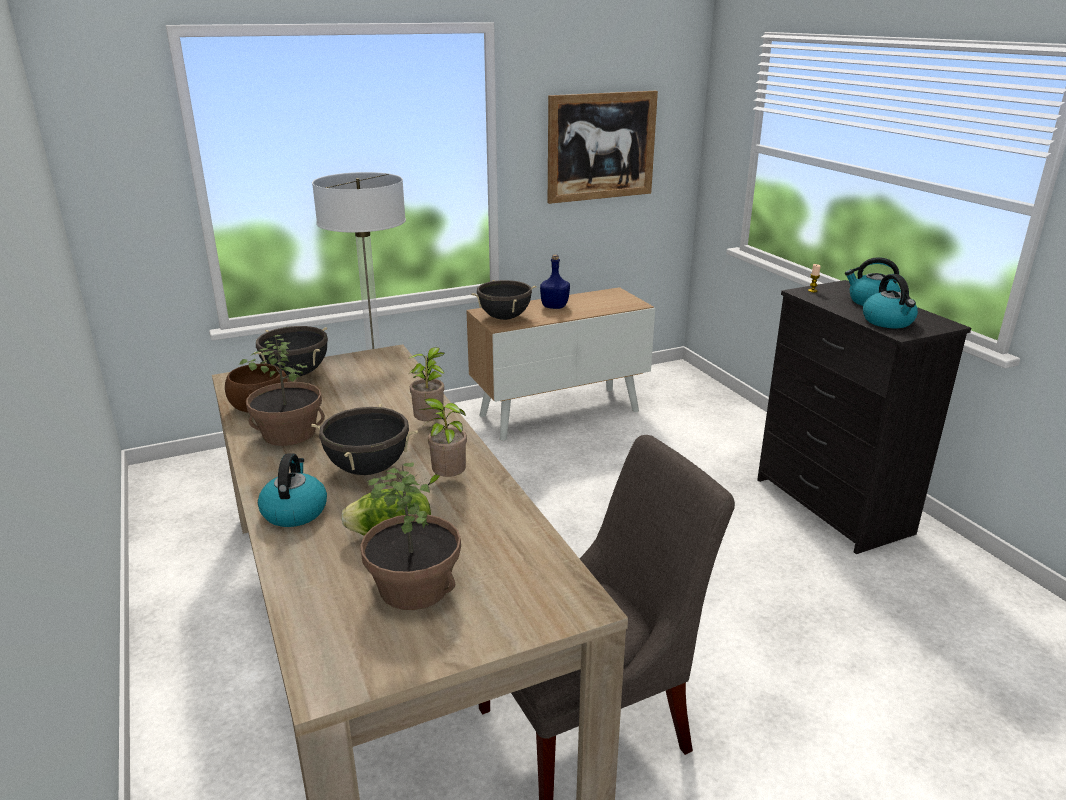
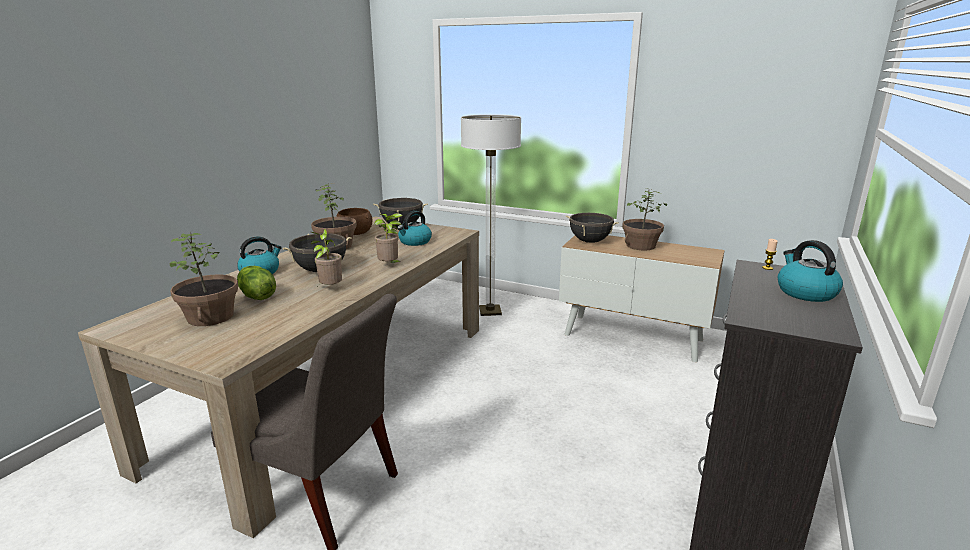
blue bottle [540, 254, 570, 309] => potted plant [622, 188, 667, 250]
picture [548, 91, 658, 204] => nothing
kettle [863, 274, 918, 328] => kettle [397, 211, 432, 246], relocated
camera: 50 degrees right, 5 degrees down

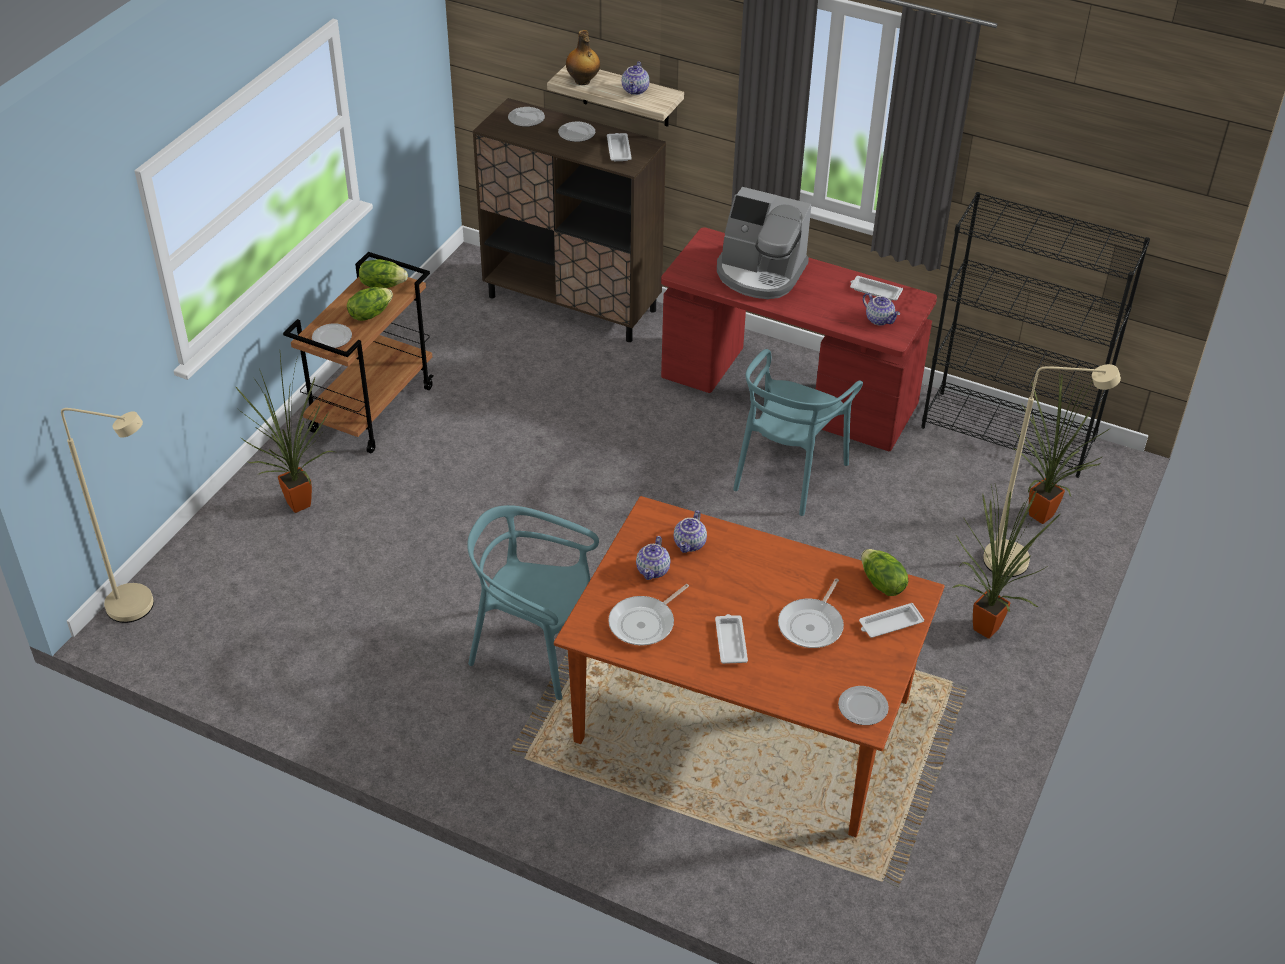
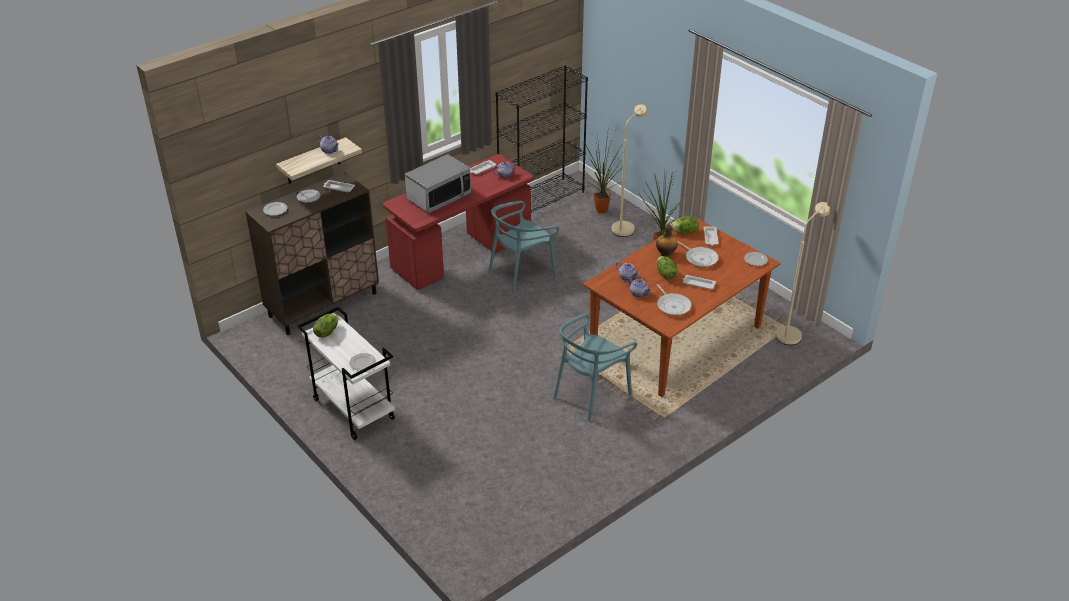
beige floor lamp [61, 408, 154, 623] => beige floor lamp [775, 202, 830, 345], relocated
potted plant [235, 354, 334, 513] => nothing
brown cart [283, 252, 434, 453] => white cart [297, 307, 395, 440]
lettuce [347, 287, 393, 321] => lettuce [657, 256, 677, 279], relocated
bottle [566, 30, 600, 85] => bottle [656, 224, 677, 257], relocated
coffee machine [717, 187, 811, 299] => microwave [405, 154, 471, 213]
turquoise chair [733, 349, 863, 516] => turquoise chair [488, 201, 559, 293], 90 degrees clockwise
camera: 65 degrees left, 5 degrees down

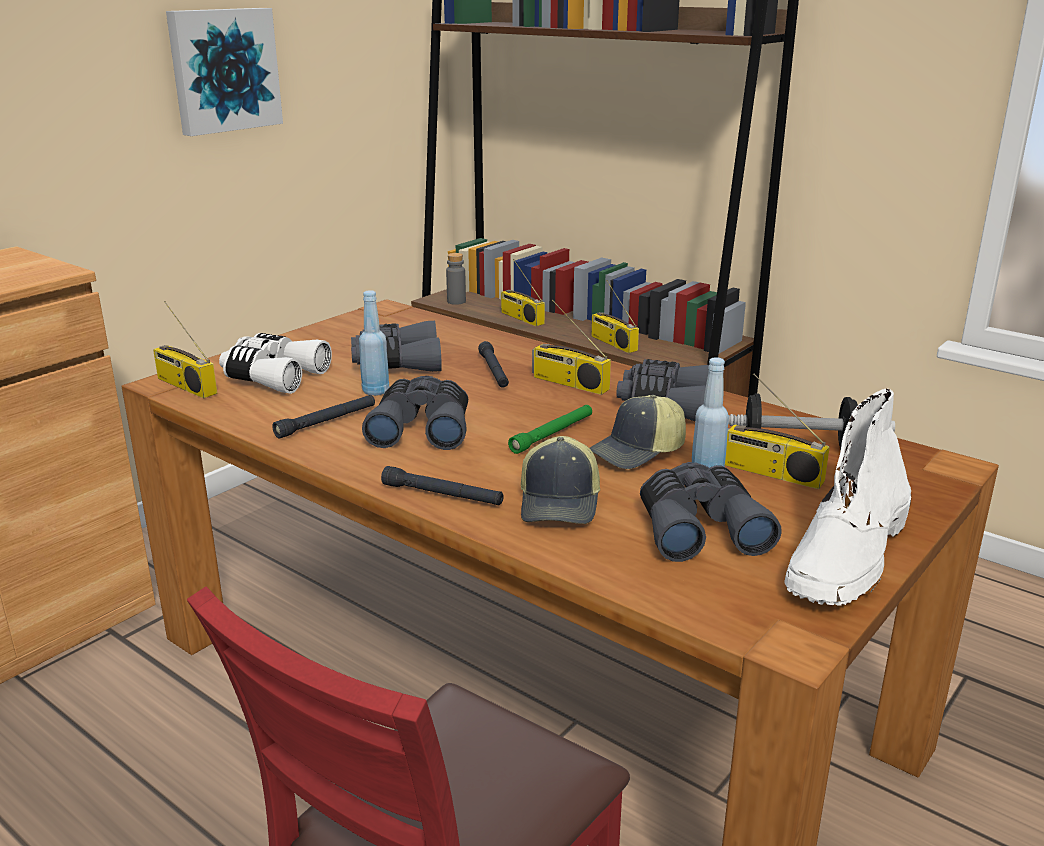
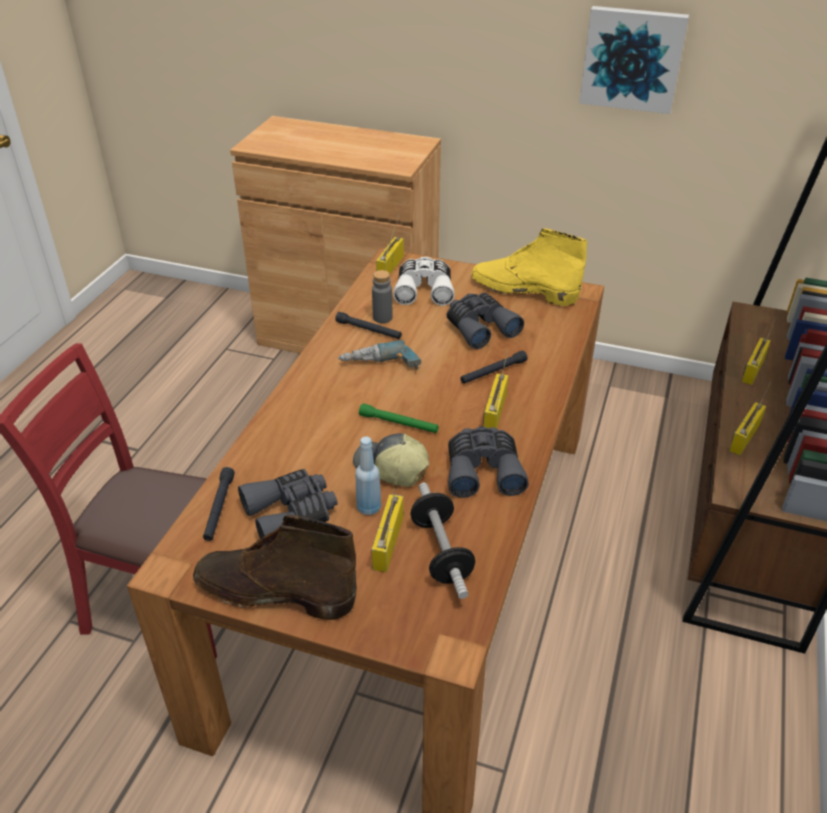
blue bottle [359, 290, 389, 396] => nothing
grey binoculars [362, 376, 468, 450] => power drill [338, 340, 421, 369]
black flashlight [381, 466, 504, 505] => black flashlight [203, 467, 235, 541], relocated
grey bottle [446, 253, 466, 305] => grey bottle [372, 270, 392, 323], relocated
cap [521, 436, 600, 524] => nothing
white boot [784, 389, 911, 605] => brown boot [193, 515, 357, 620]
nothing => yellow boot [471, 228, 587, 306]
camera: 70 degrees right, 15 degrees up

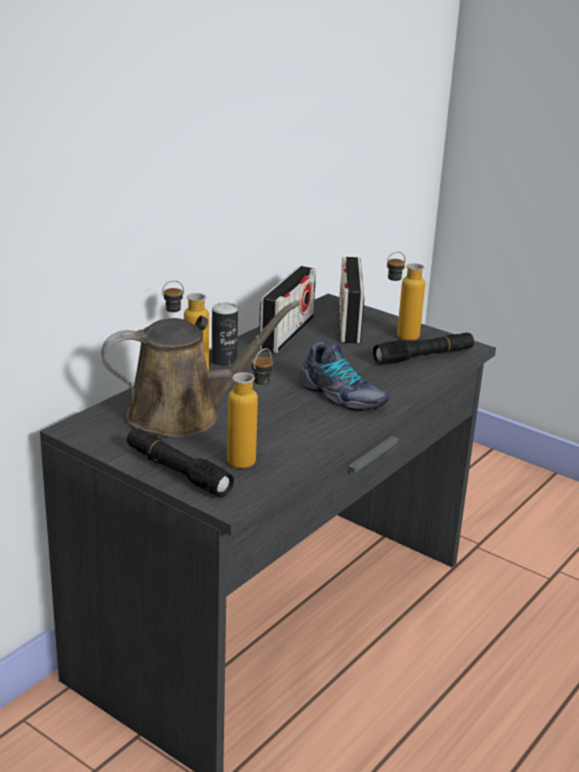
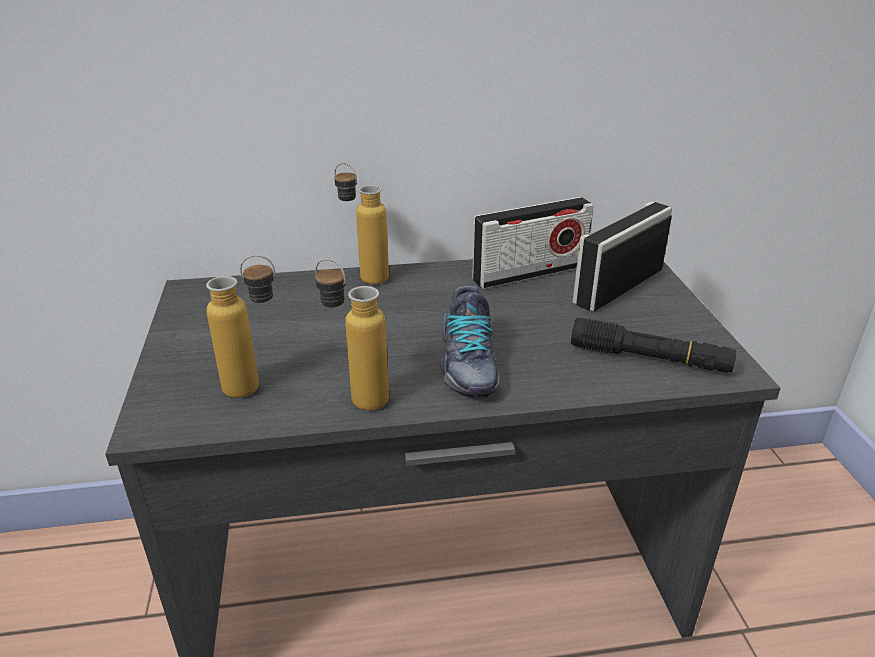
brown watering can [101, 300, 301, 438] => nothing
black flashlight [127, 428, 234, 497] => nothing
can [212, 303, 238, 366] => nothing
bottle [387, 251, 425, 341] => bottle [315, 258, 389, 410], relocated
camera: 45 degrees right, 5 degrees up

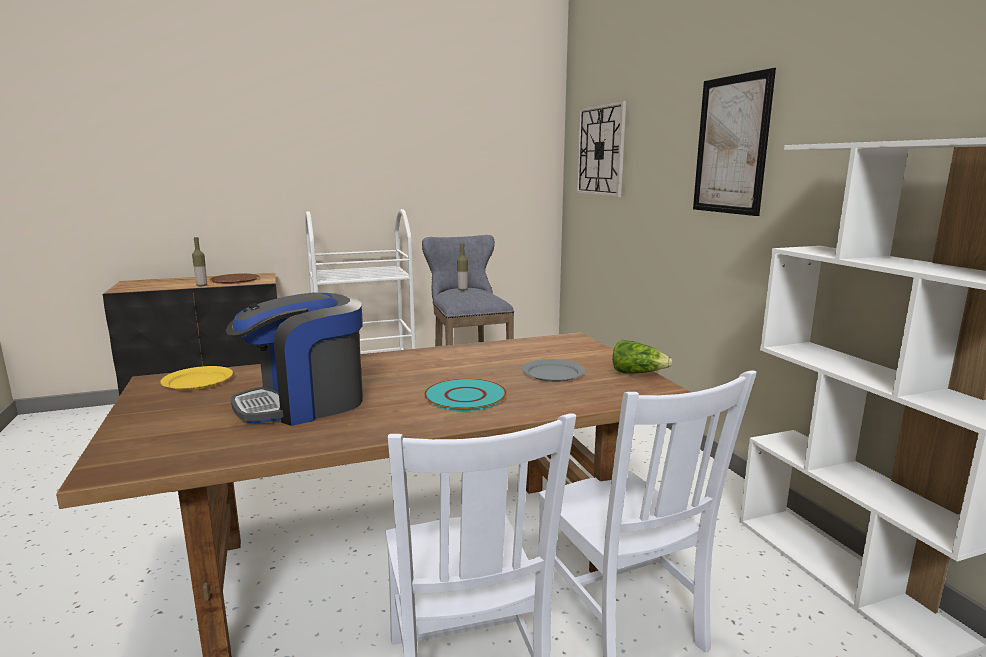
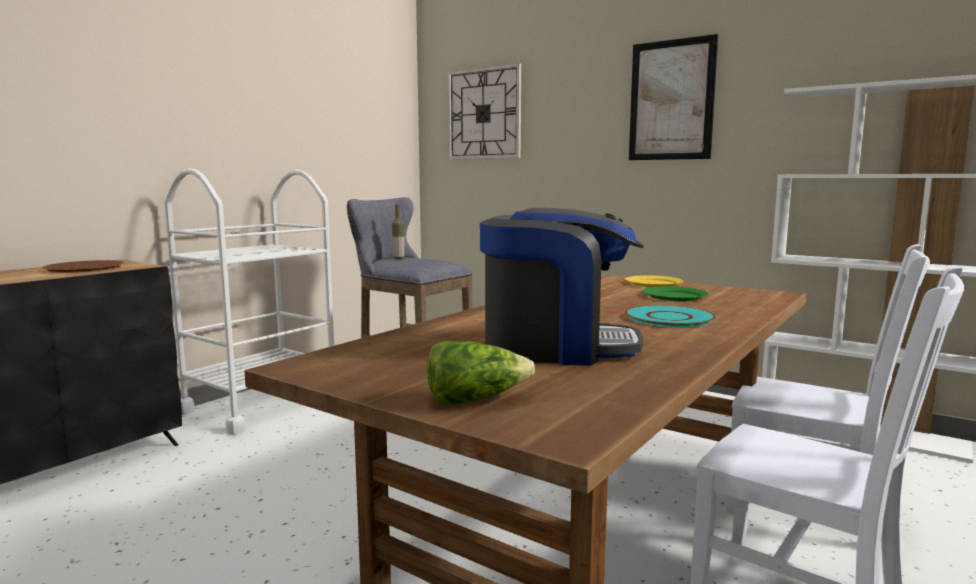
yellow plate [160, 366, 233, 390] => yellow plate [625, 275, 683, 287], relocated
bottle [192, 237, 207, 286] => nothing
coffee machine [226, 292, 363, 426] => coffee machine [480, 208, 644, 366], 105 degrees counterclockwise
grey plate [522, 359, 585, 382] => green plate [642, 287, 708, 301]
lettuce [613, 340, 673, 374] => lettuce [427, 341, 535, 405], relocated
camera: 35 degrees left, 5 degrees down

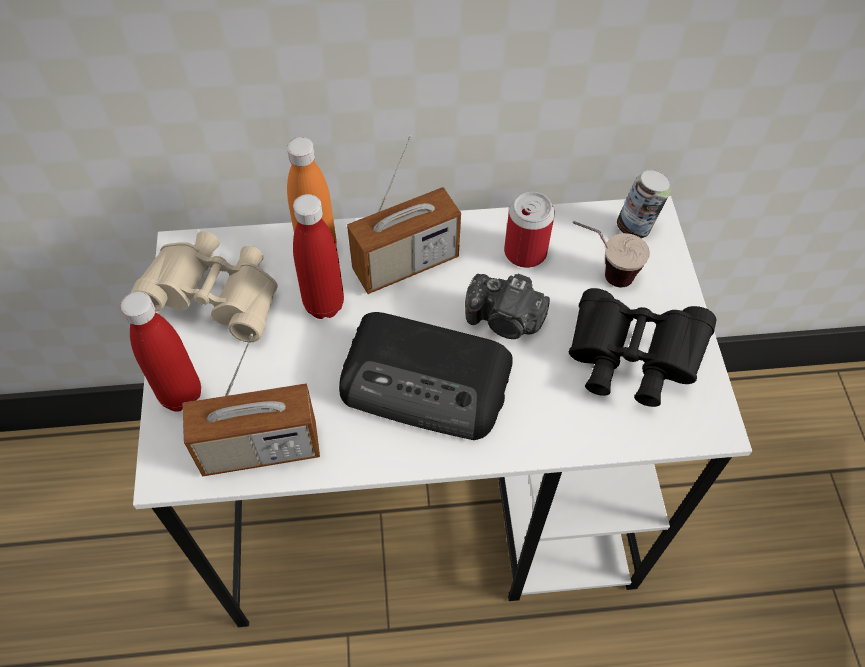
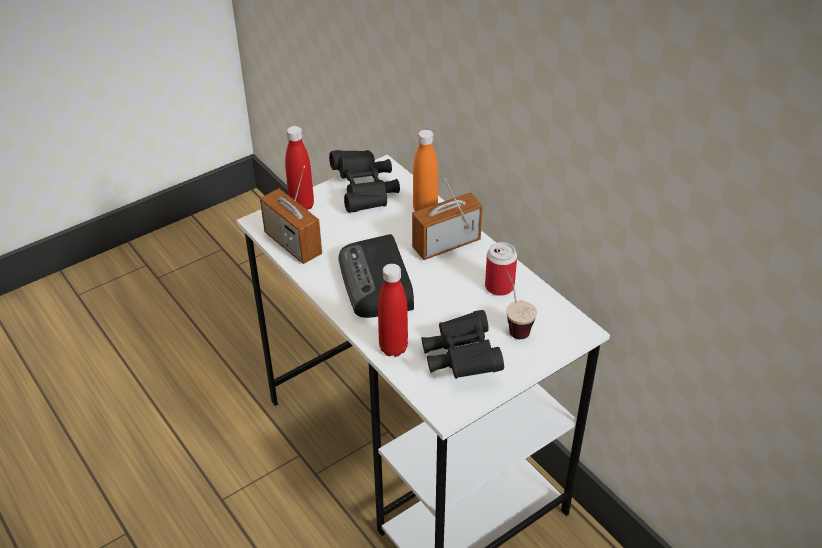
beige binoculars [131, 231, 278, 343] => black binoculars [329, 150, 400, 213]
red bottle [293, 194, 344, 319] => red bottle [378, 264, 408, 357], relocated
radio [347, 135, 461, 294] => radio [412, 178, 483, 260], 120 degrees clockwise
photo camera [465, 274, 550, 339] => nothing
can [617, 170, 670, 238] => nothing
camera: 60 degrees right, 15 degrees down

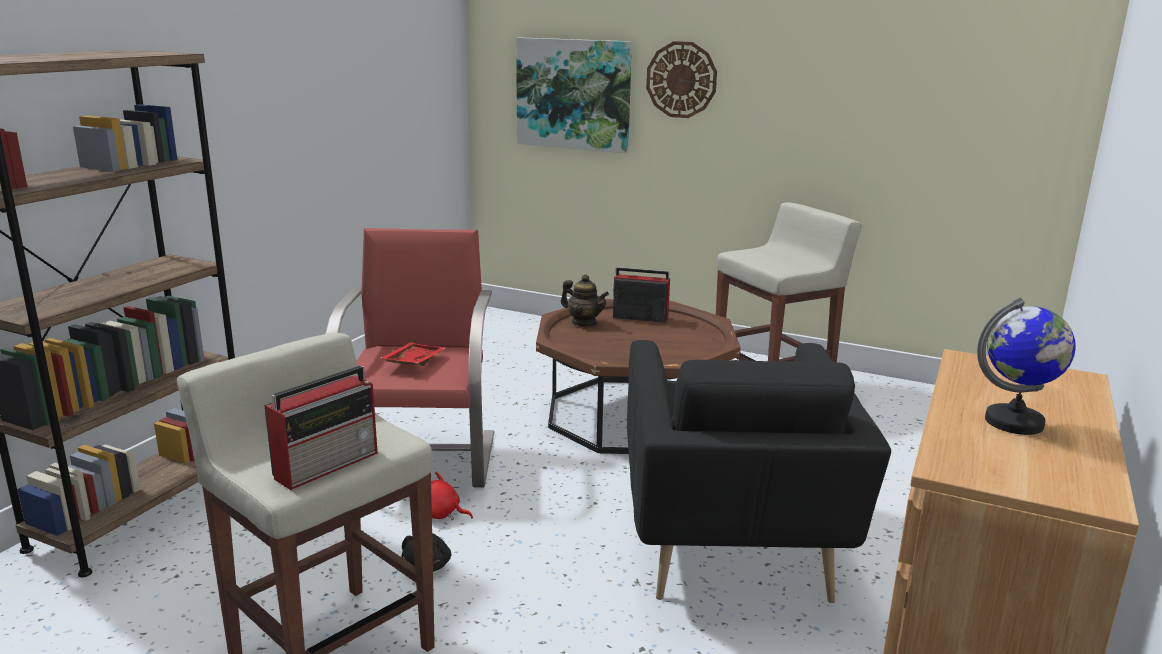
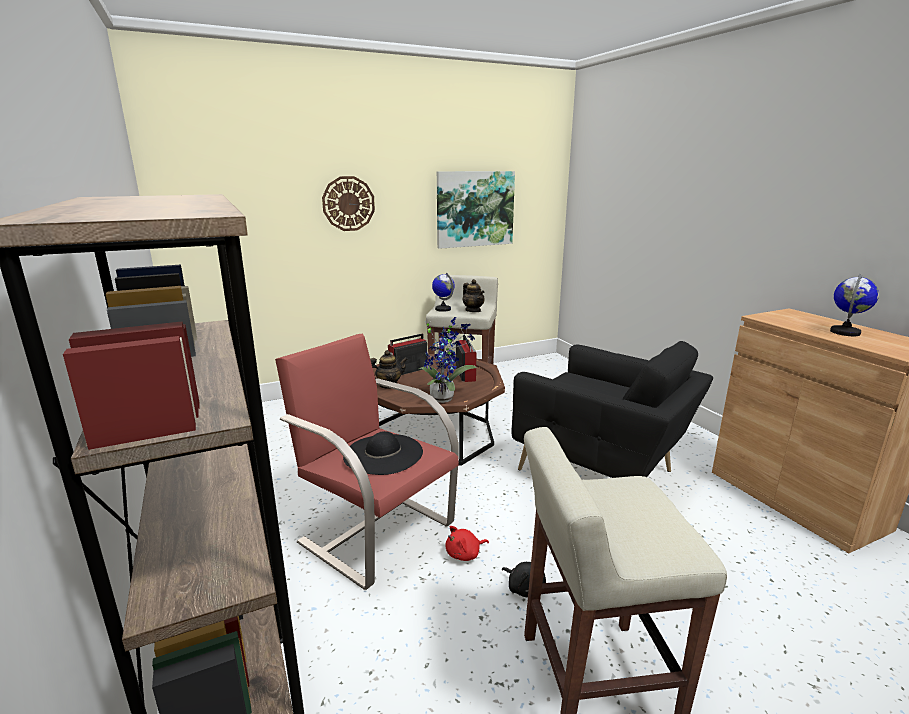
radio [264, 366, 378, 490] => radio [456, 335, 476, 382], relocated
red tray [380, 342, 445, 366] => black hat [343, 431, 423, 475]
picture [516, 37, 632, 153] => picture [437, 171, 515, 249], relocated
nothing => potted plant [419, 317, 477, 403]
nothing => globe [432, 272, 455, 312]
nothing => teapot [463, 279, 485, 312]
camera: 50 degrees left, 0 degrees up

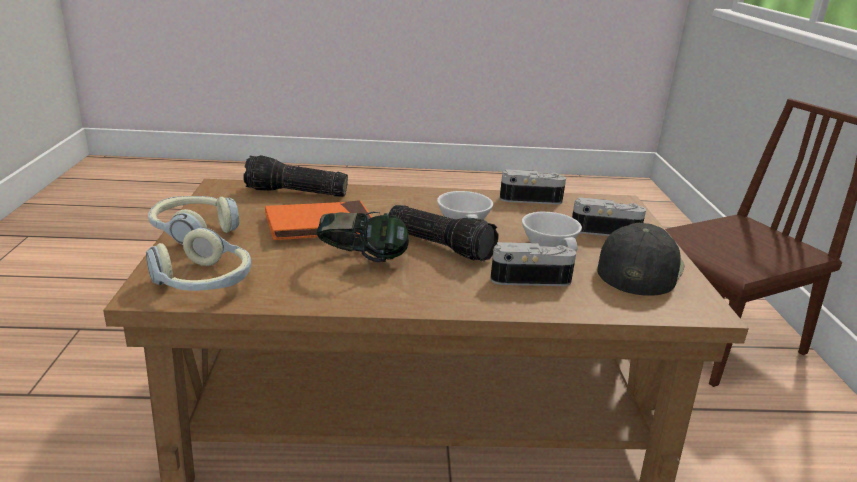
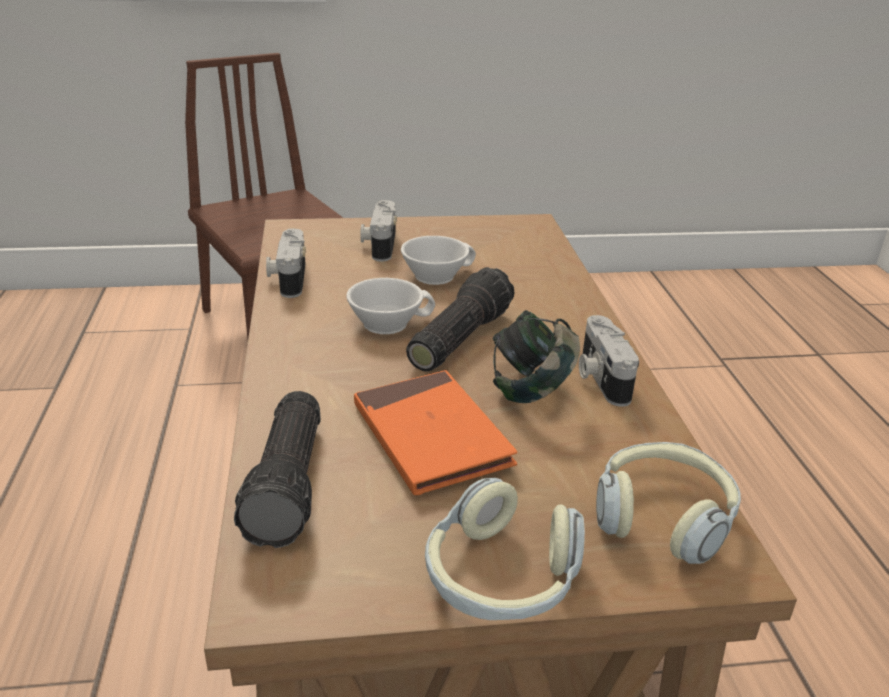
photo camera [490, 242, 576, 286] => photo camera [579, 315, 639, 407], relocated
black cap [597, 223, 684, 296] => nothing
camera: 95 degrees left, 5 degrees up

